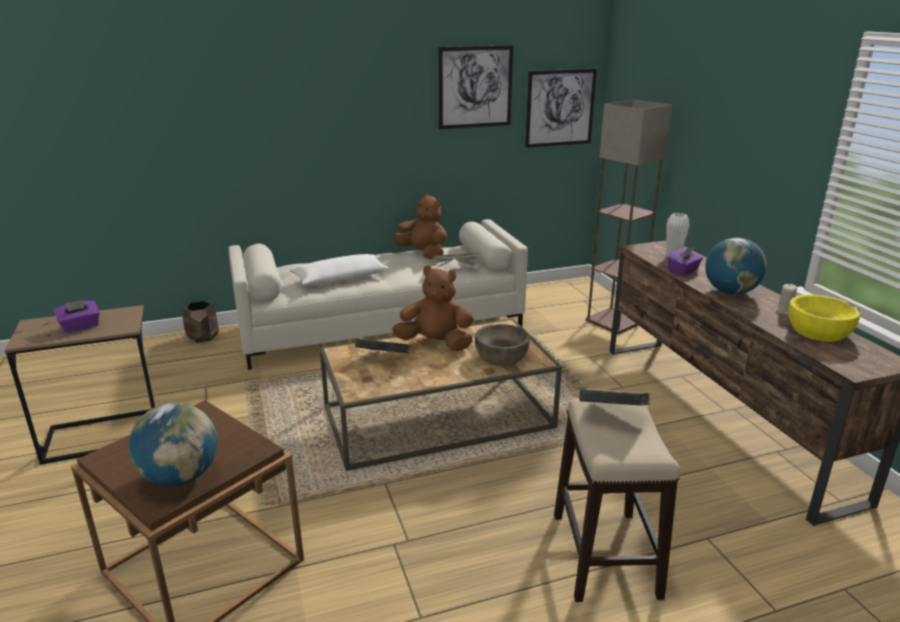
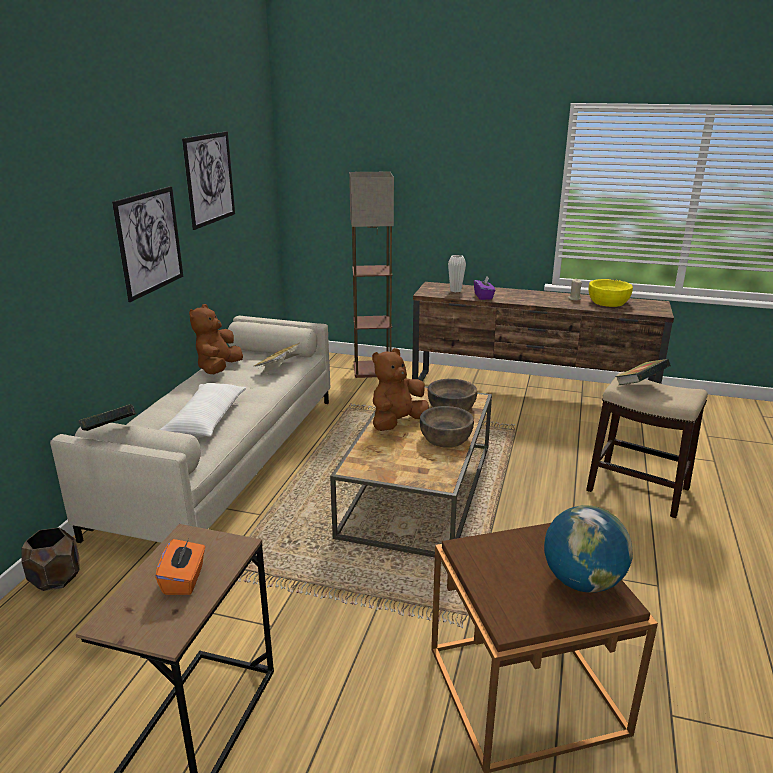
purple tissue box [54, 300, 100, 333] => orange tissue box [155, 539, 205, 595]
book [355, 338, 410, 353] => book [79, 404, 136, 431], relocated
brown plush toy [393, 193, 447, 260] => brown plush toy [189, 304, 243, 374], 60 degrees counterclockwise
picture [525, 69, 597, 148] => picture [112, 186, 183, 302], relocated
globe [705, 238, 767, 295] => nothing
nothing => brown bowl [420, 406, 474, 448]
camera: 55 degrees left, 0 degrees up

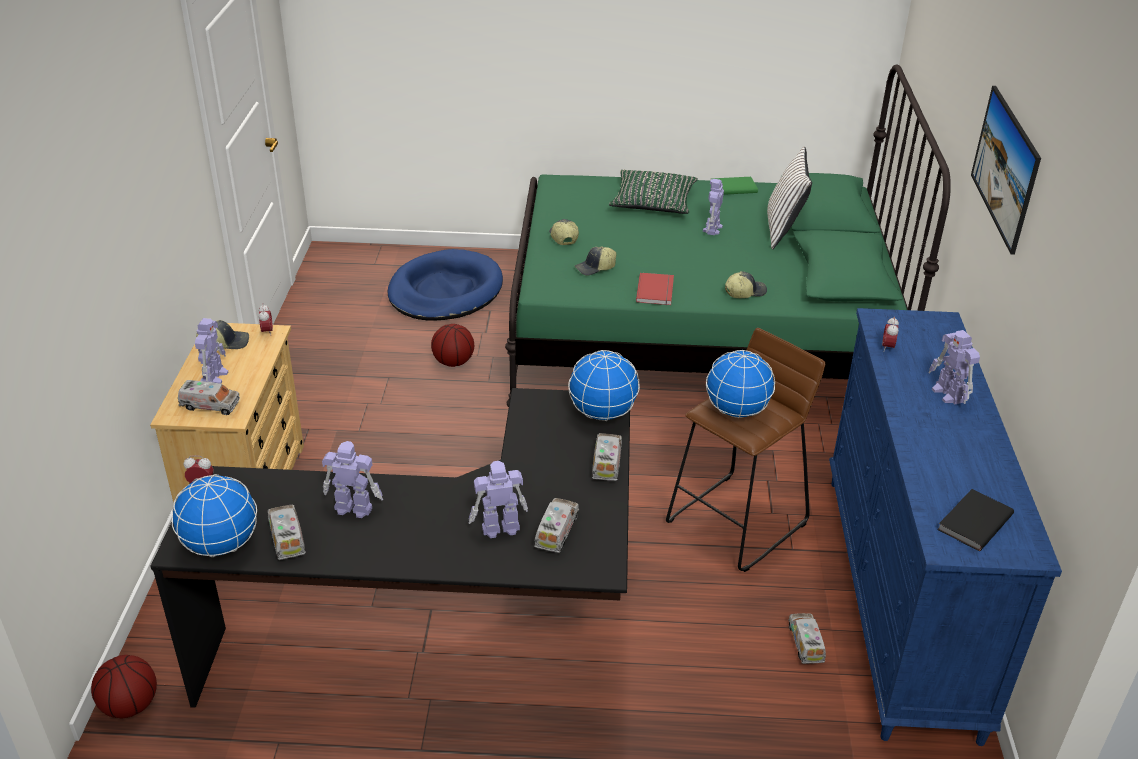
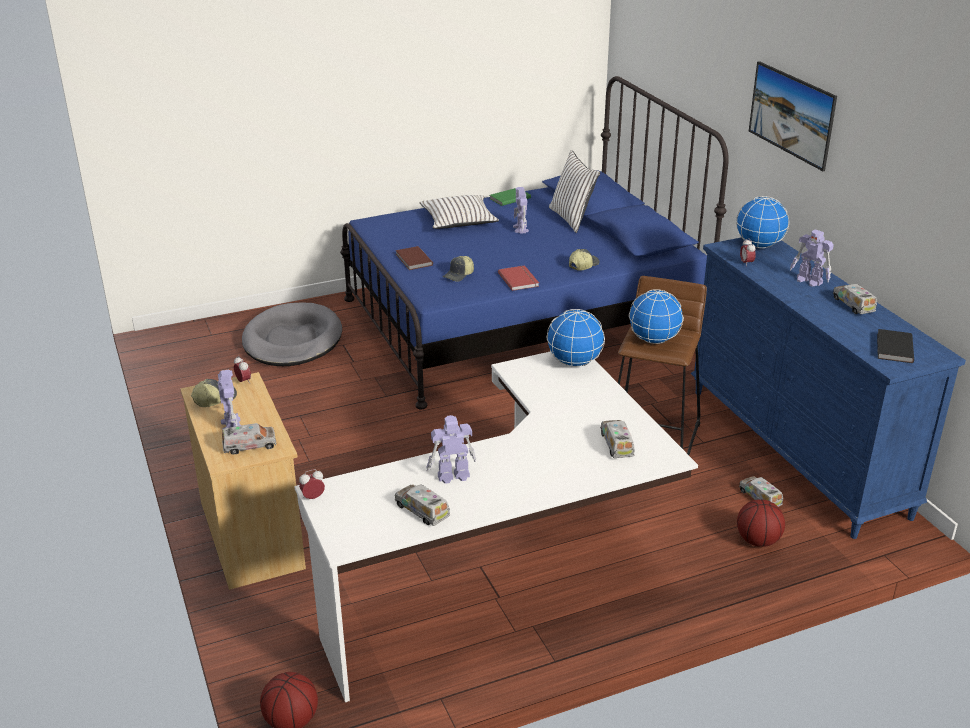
black desk [150, 388, 630, 708] => white desk [295, 352, 698, 702]
globe [172, 474, 257, 557] => globe [736, 196, 789, 248], relocated
blue dog bed [387, 249, 503, 321] => grey dog bed [242, 302, 342, 366]
basketball [431, 324, 474, 367] => basketball [737, 500, 785, 547], relocated
toy robot [469, 461, 528, 538] => nothing
green bed [505, 64, 951, 407] => blue bed [340, 76, 729, 409]
cap [549, 219, 579, 245] => brown book [395, 246, 433, 270]
toy truck [592, 433, 622, 481] => toy truck [833, 284, 877, 314], relocated
green pillow [609, 170, 698, 214] => white pillow [419, 195, 499, 229]
camera: 25 degrees left, 5 degrees down

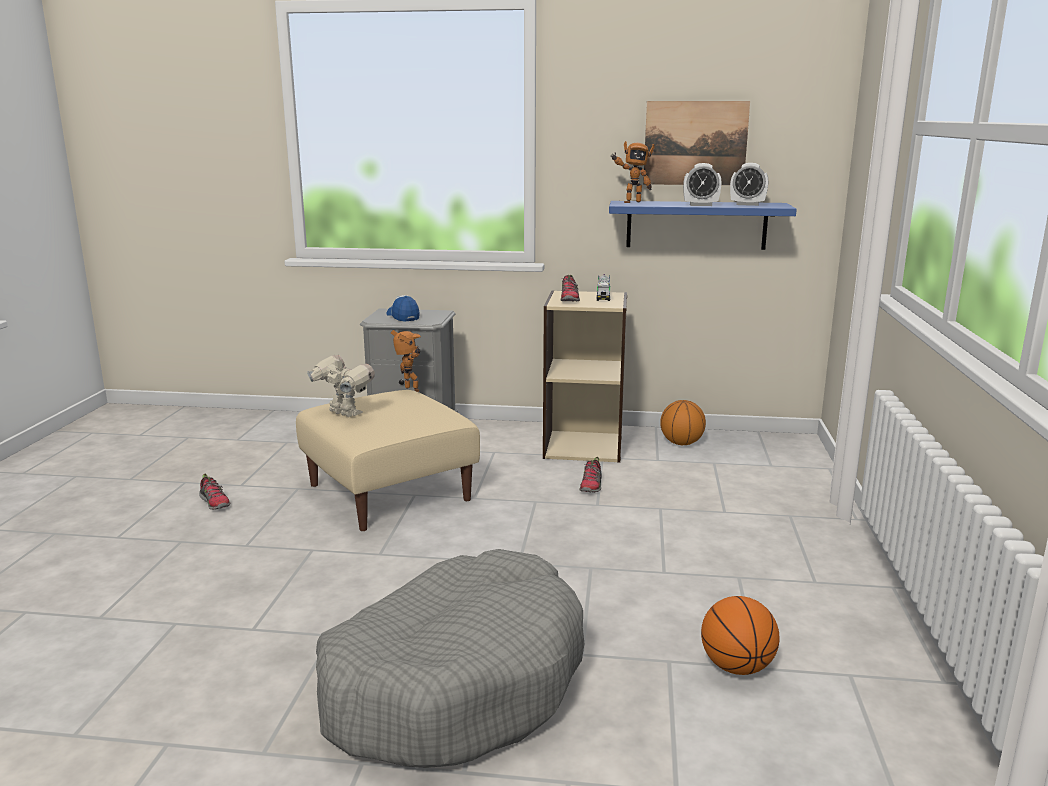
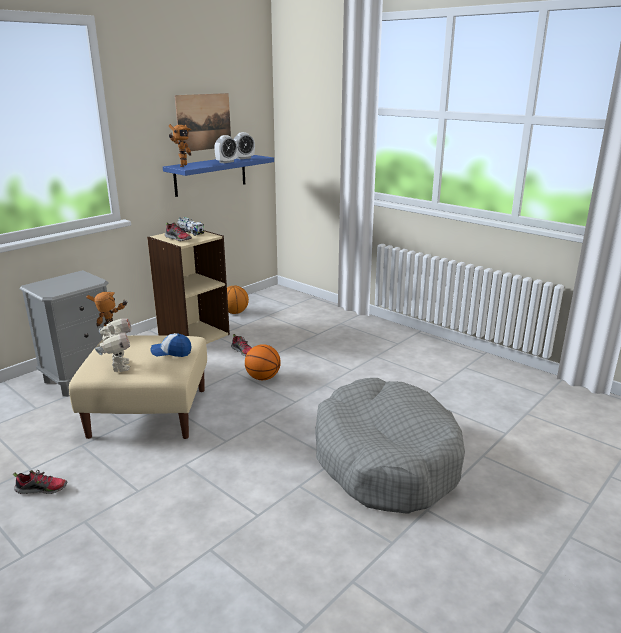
toy robot [307, 353, 375, 417] => toy robot [95, 318, 132, 372], 90 degrees clockwise
cap [387, 295, 419, 322] => cap [150, 333, 191, 357], relocated
basketball [701, 596, 780, 675] => basketball [245, 344, 281, 380], relocated
camera: 55 degrees left, 5 degrees up

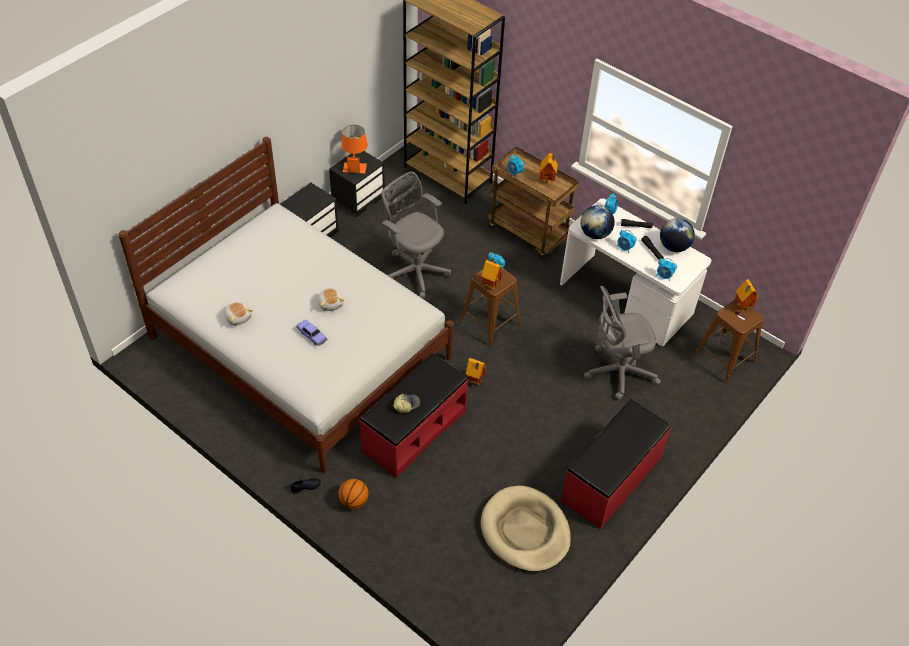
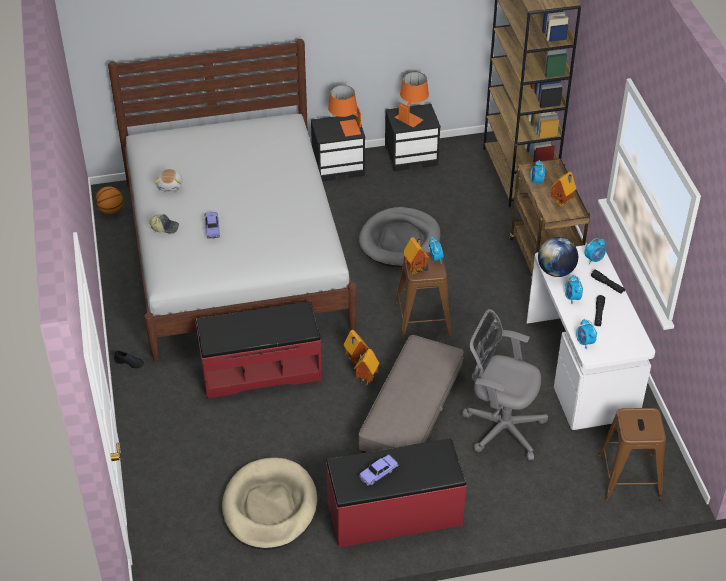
plush toy [318, 288, 345, 311] => nothing
basketball [338, 479, 369, 509] => basketball [95, 186, 123, 214], relocated
grey office chair [381, 171, 451, 299] => grey dog bed [359, 207, 441, 267]
cap [393, 394, 420, 413] => cap [149, 214, 179, 234], relocated
globe [660, 218, 695, 252] => nothing
toy house [735, 279, 759, 312] => toy house [354, 349, 379, 385], relocated
nothing => orange table lamp [328, 85, 361, 137]
nothing => grey ottoman [358, 335, 464, 453]
nothing => toy car [358, 454, 399, 486]
camera: 40 degrees right, 5 degrees down

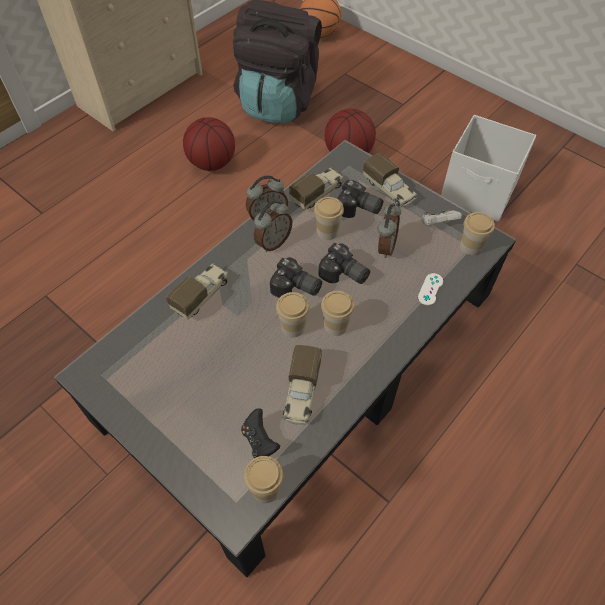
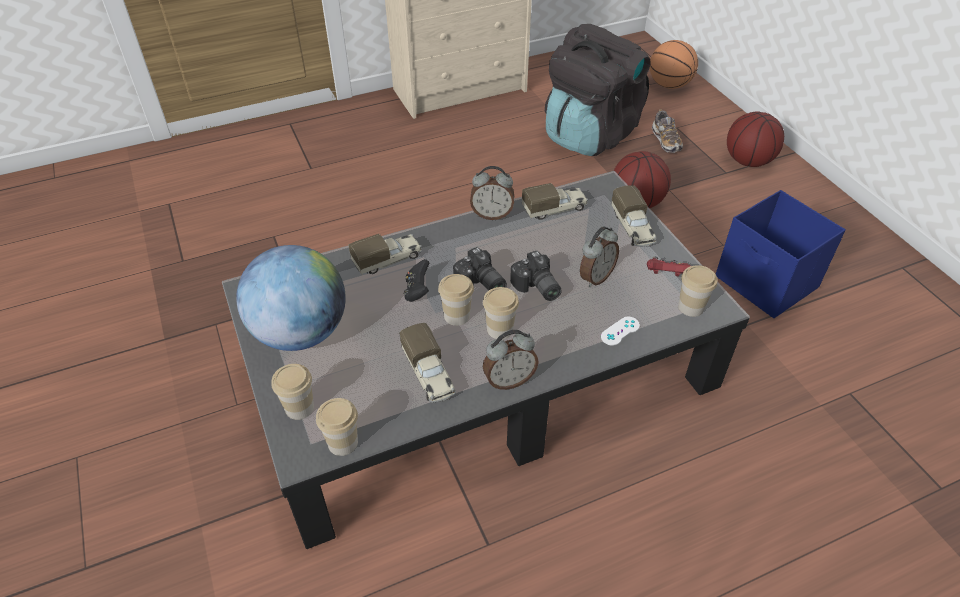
basketball [183, 117, 235, 171] => basketball [727, 111, 784, 167], relocated
black game controller [241, 408, 280, 458] => black game controller [404, 259, 429, 302], relocated
alarm clock [254, 201, 292, 252] => alarm clock [483, 330, 539, 390], relocated
toy truck [283, 345, 322, 425] => toy truck [399, 323, 456, 403], 60 degrees counterclockwise
cup [314, 197, 344, 240] => cup [272, 364, 314, 420], relocated
photo camera [337, 180, 383, 218] => nothing
white game controller [421, 210, 462, 227] => red game controller [647, 256, 691, 277]
white storage box [441, 115, 536, 222] => blue storage box [716, 190, 846, 318]
nothing => globe [236, 245, 346, 351]
nothing => shoe [652, 109, 683, 153]
camera: 25 degrees right, 10 degrees down

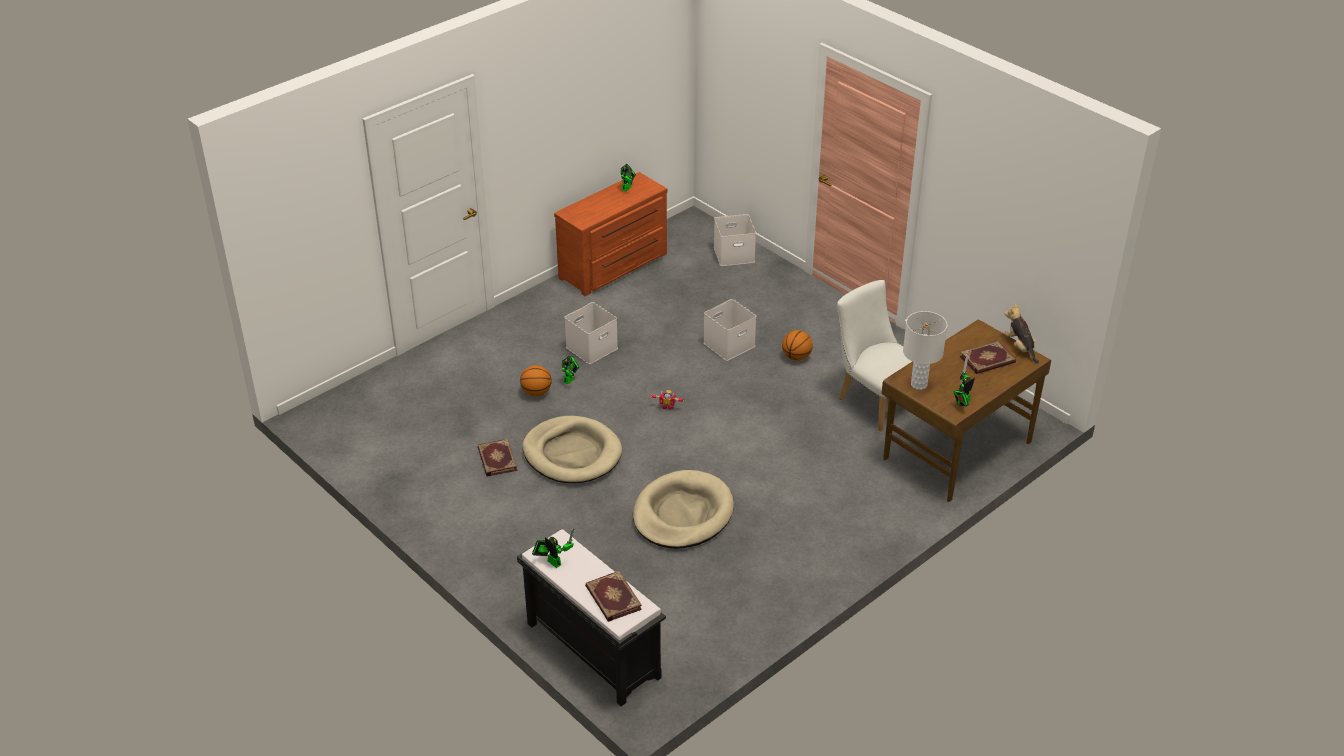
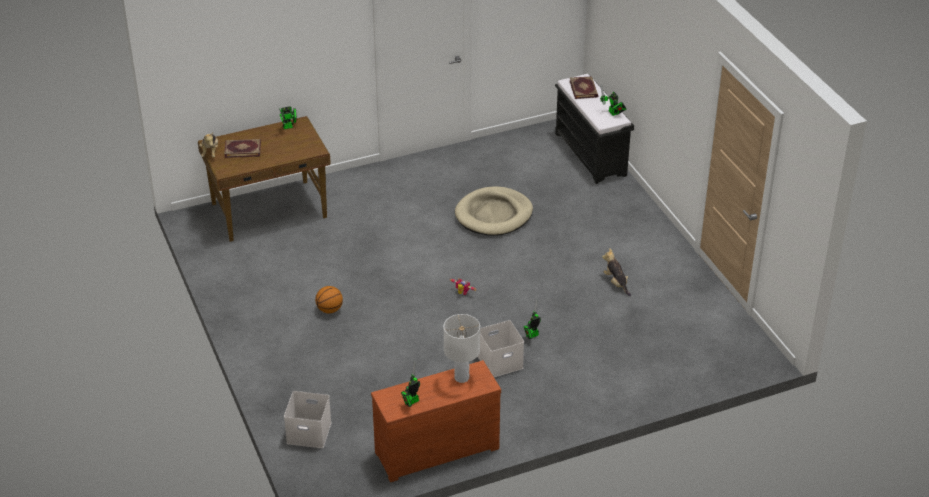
book [478, 439, 517, 476] => plush toy [602, 248, 631, 296]
basketball [520, 365, 552, 397] => nothing
beige dog bed [522, 416, 622, 483] => nothing
white storage box [703, 299, 756, 361] => nothing
white chair [837, 280, 912, 432] => nothing
white table lamp [903, 311, 947, 390] => white table lamp [443, 314, 480, 383], relocated
camera: 160 degrees left, 0 degrees up

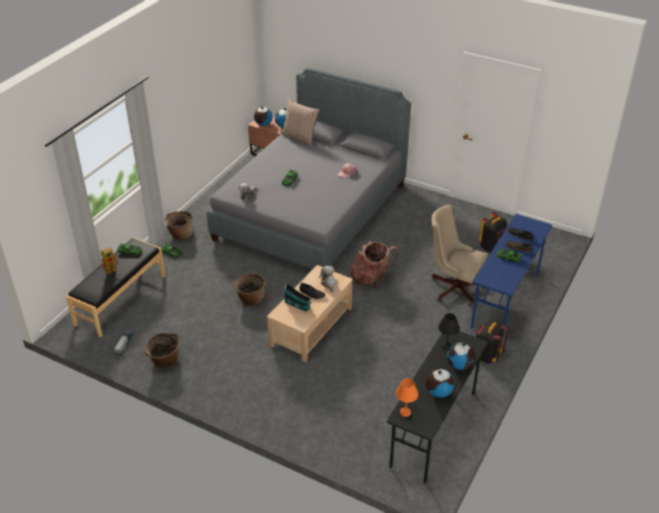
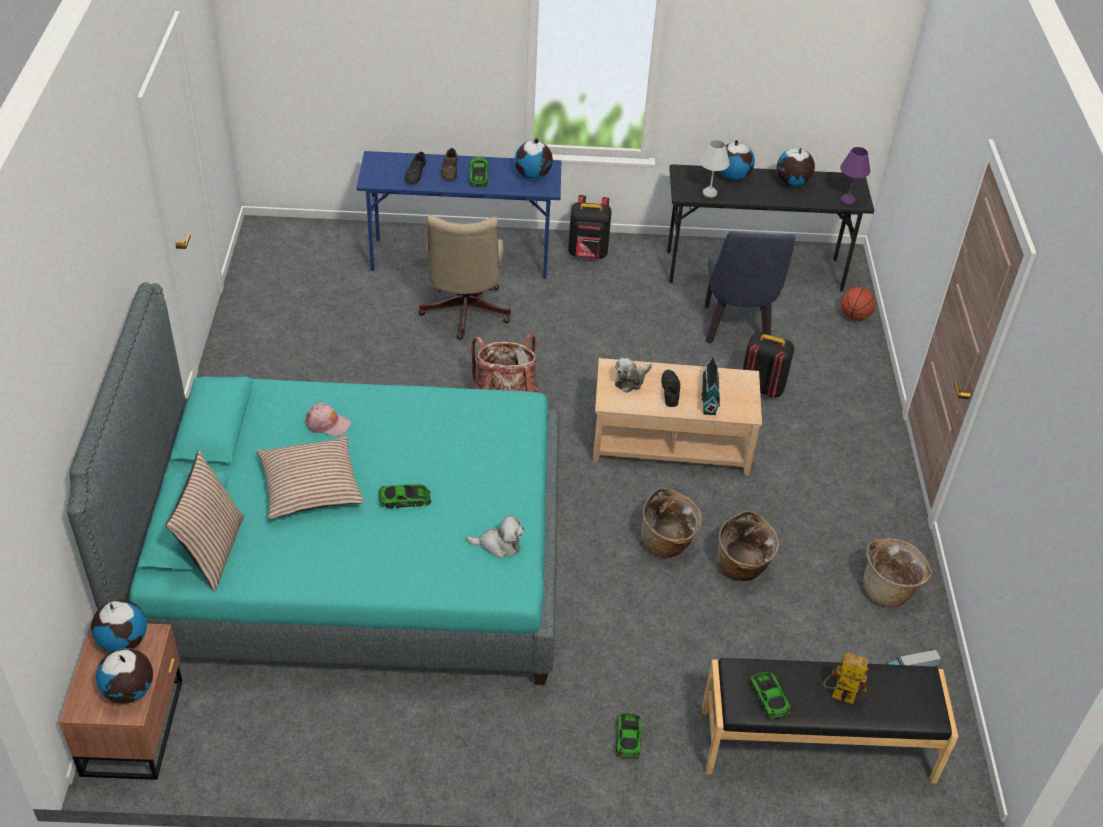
basket [165, 211, 193, 240] => basket [717, 511, 779, 581], relocated
grey bed [207, 67, 411, 269] => turquoise bed [67, 282, 559, 685]
orange table lamp [396, 378, 419, 417] => purple table lamp [840, 147, 870, 204]
black table lamp [438, 313, 459, 350] => white table lamp [700, 140, 730, 198]
black backpack [479, 212, 507, 252] => black backpack [743, 333, 794, 397], relocated
nothing => pillow [256, 435, 364, 520]
nothing => globe [515, 138, 553, 179]
nothing => blue chair [705, 231, 795, 344]
nothing => basketball [841, 287, 876, 321]
camera: 120 degrees left, 5 degrees up

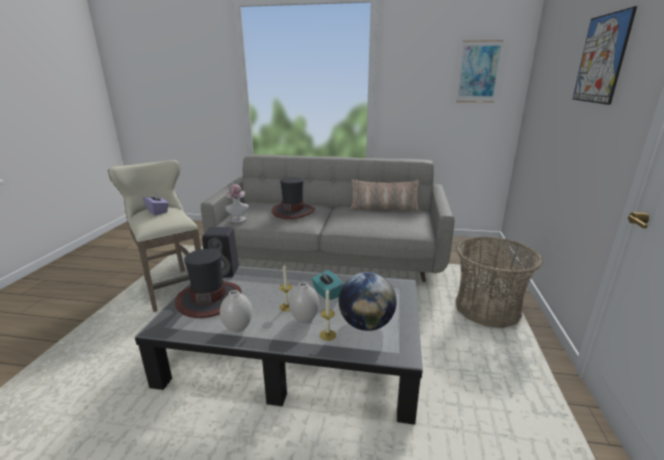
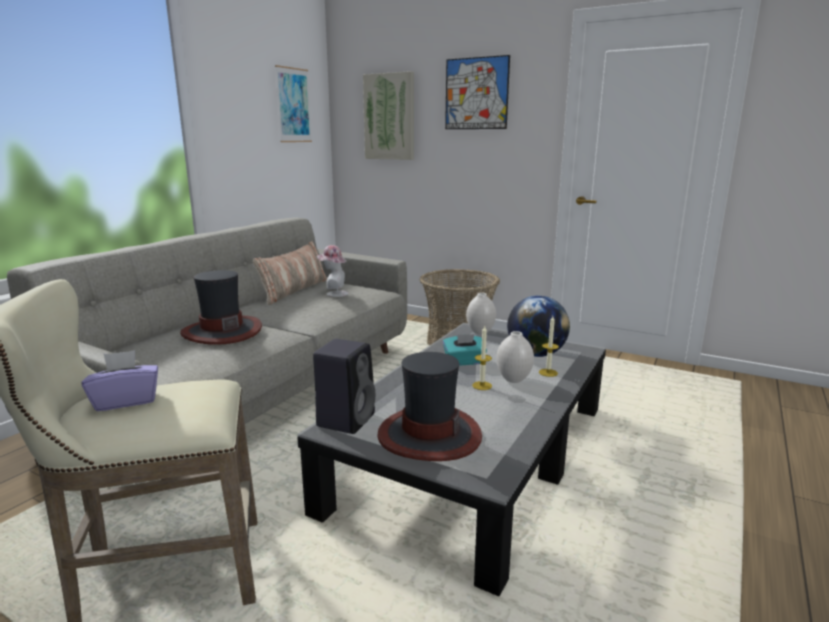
white vase [220, 290, 252, 333] => white vase [466, 293, 496, 335], relocated
hat [225, 184, 249, 223] => hat [317, 245, 348, 297], relocated
nothing => picture [363, 71, 414, 160]
camera: 70 degrees left, 5 degrees down

